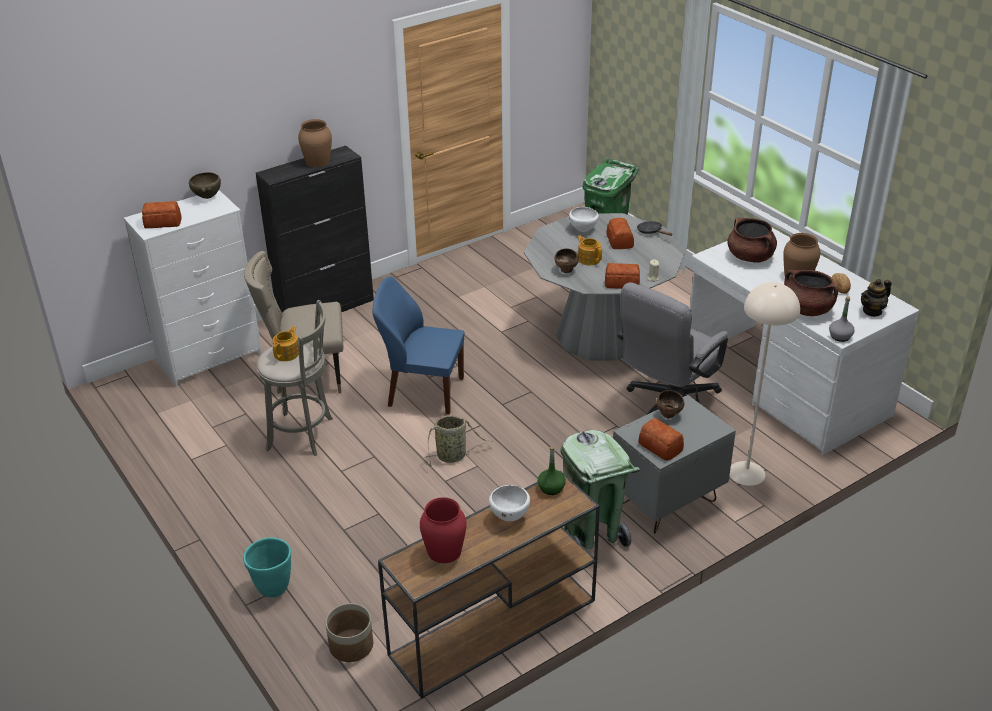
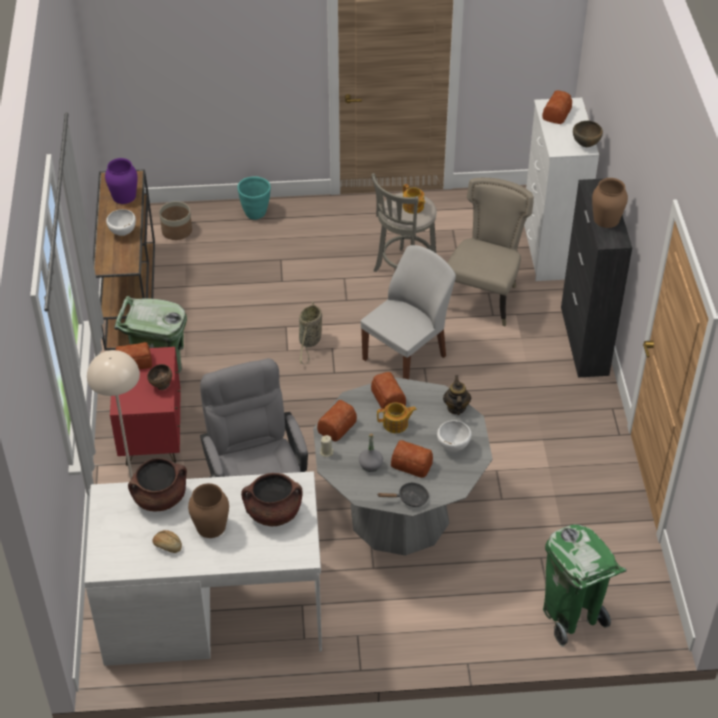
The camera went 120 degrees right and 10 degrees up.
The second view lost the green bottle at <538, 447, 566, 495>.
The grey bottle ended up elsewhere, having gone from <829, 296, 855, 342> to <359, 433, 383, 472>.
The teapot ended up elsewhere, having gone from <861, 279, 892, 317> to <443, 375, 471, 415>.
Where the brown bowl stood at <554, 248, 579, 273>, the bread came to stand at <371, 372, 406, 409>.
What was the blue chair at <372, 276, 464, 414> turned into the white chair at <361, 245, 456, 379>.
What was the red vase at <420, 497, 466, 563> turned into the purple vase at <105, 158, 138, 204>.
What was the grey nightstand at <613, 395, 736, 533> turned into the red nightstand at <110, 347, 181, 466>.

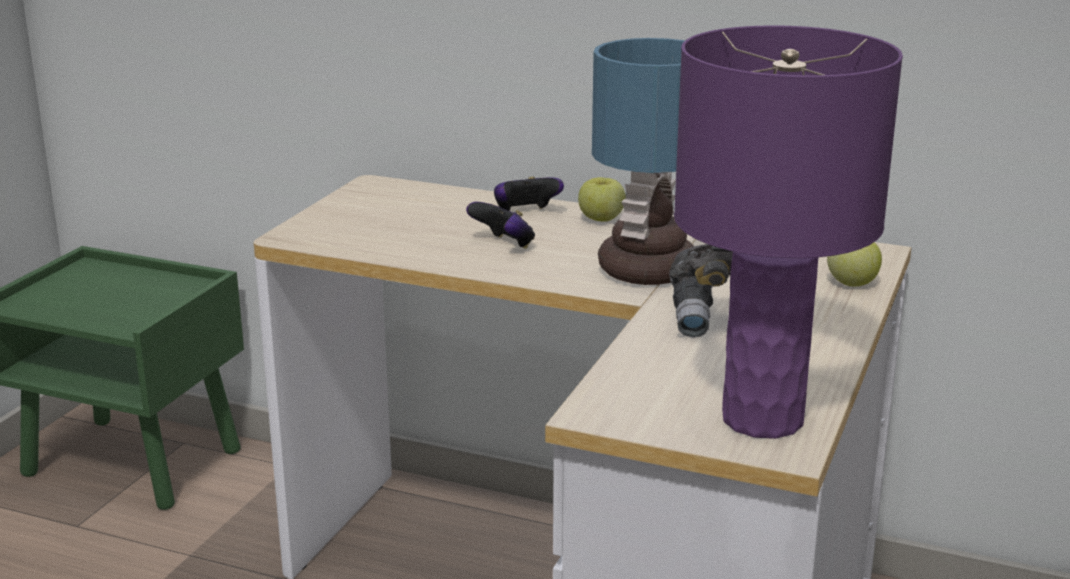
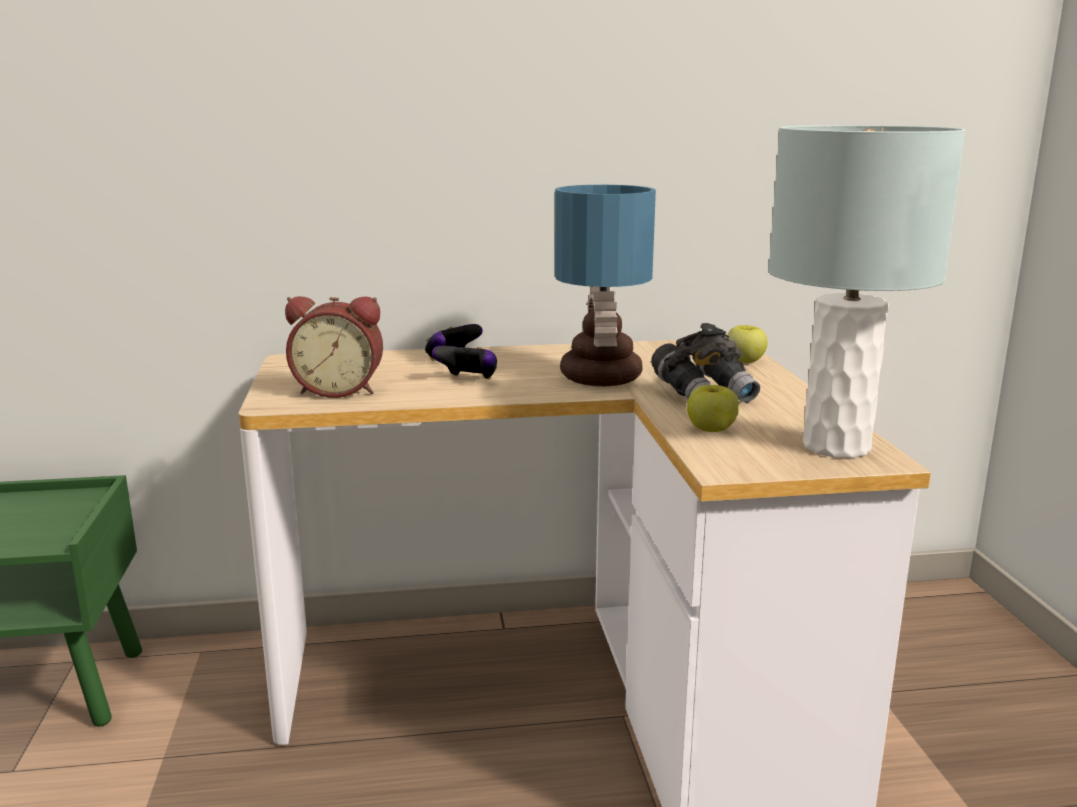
The camera went 30 degrees left and 5 degrees down.
The second view gained the alarm clock at <285, 296, 383, 398>.
The apple ended up elsewhere, having gone from <578, 177, 626, 222> to <687, 385, 739, 432>.
What was the purple table lamp at <674, 26, 903, 439> turned into the grey table lamp at <768, 125, 966, 458>.

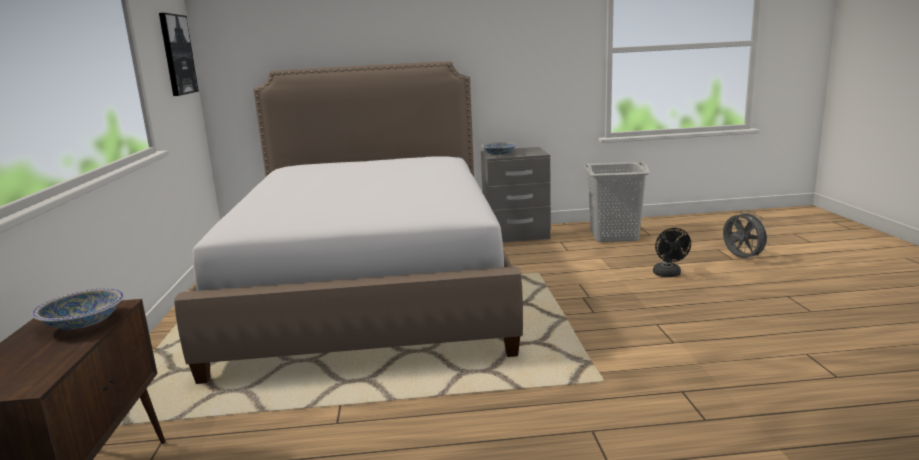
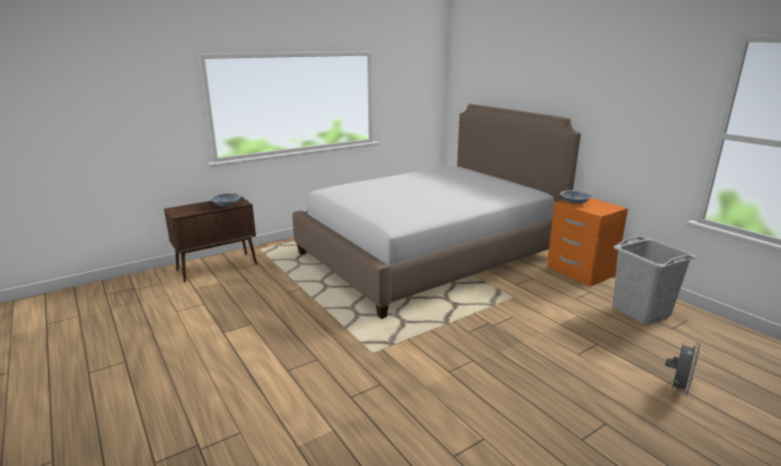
The camera went 60 degrees right and 5 degrees up.
The second view lost the picture at <159, 13, 199, 96>.
The second view lost the black fan at <653, 228, 691, 277>.
What was the grey nightstand at <481, 147, 551, 242> turned into the orange nightstand at <547, 198, 628, 287>.

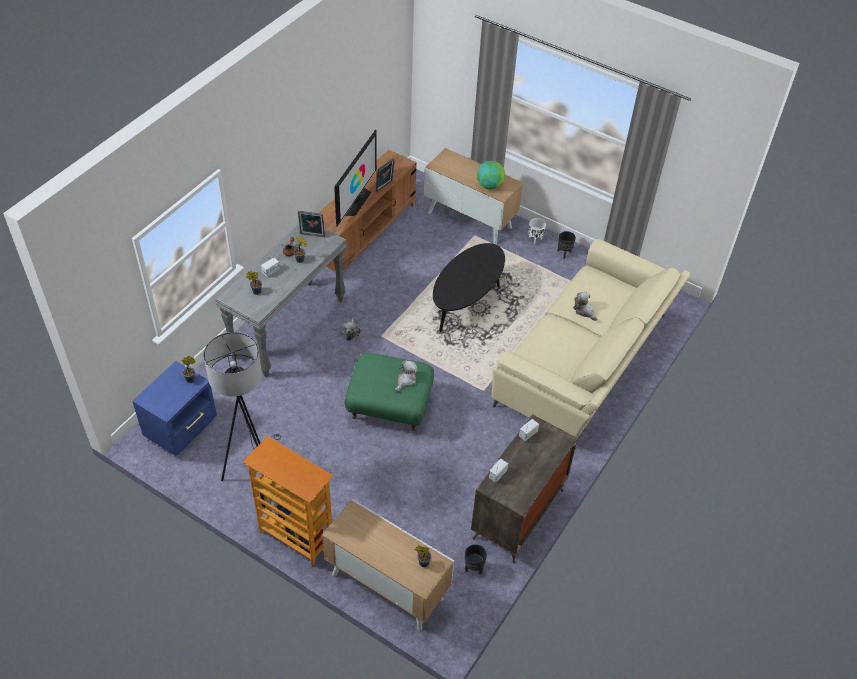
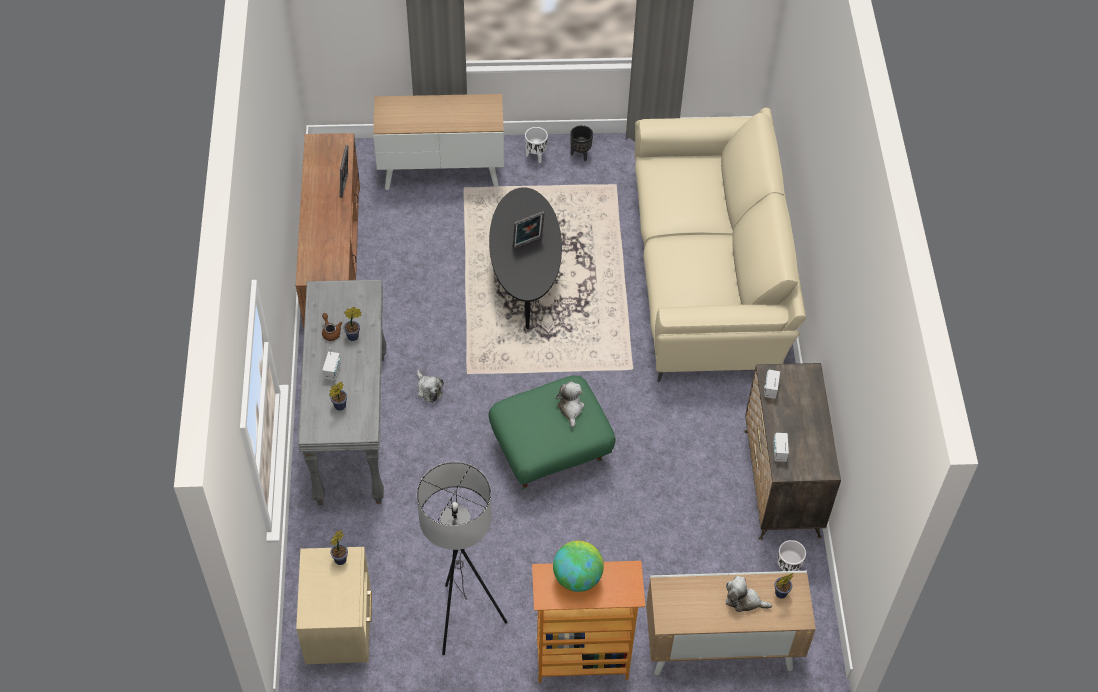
The camera went 35 degrees left and 5 degrees up.
The second view lost the television at <334, 130, 377, 226>.
The picture frame ended up elsewhere, having gone from <298, 211, 325, 237> to <512, 211, 545, 249>.
The globe ended up elsewhere, having gone from <477, 161, 505, 190> to <553, 541, 604, 592>.
The plush toy ended up elsewhere, having gone from <573, 291, 597, 321> to <726, 576, 772, 612>.
What was the blue nightstand at <132, 361, 217, 456> turned into the beige nightstand at <296, 547, 372, 664>.
What was the black planter at <465, 544, 487, 574> turned into the white planter at <777, 540, 806, 571>.

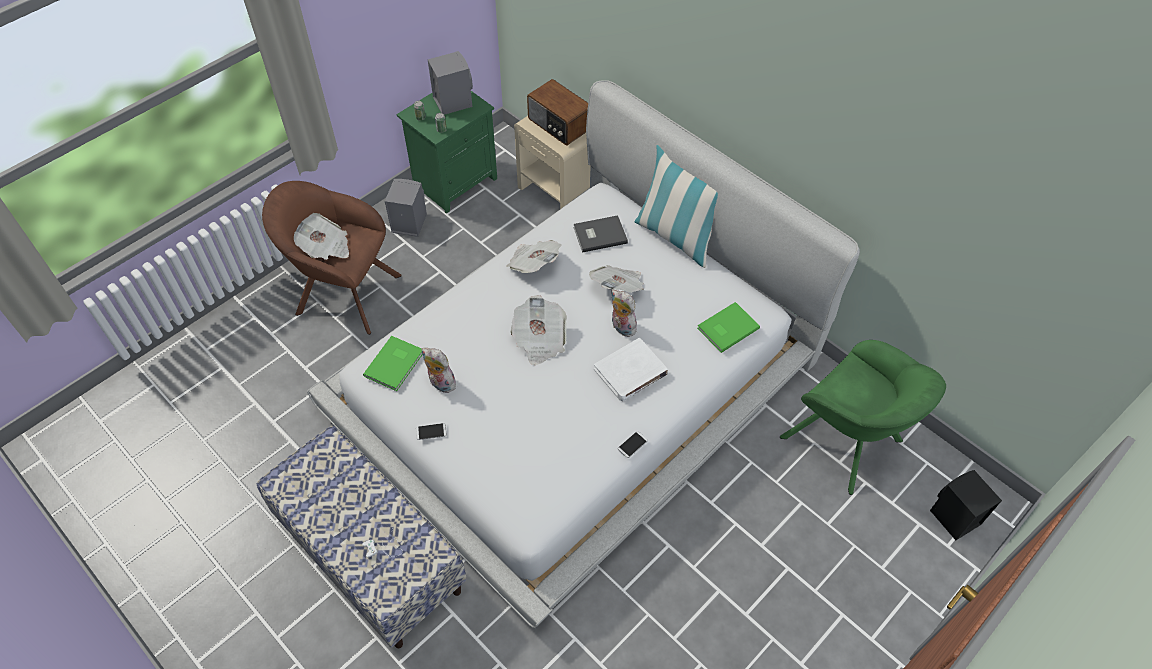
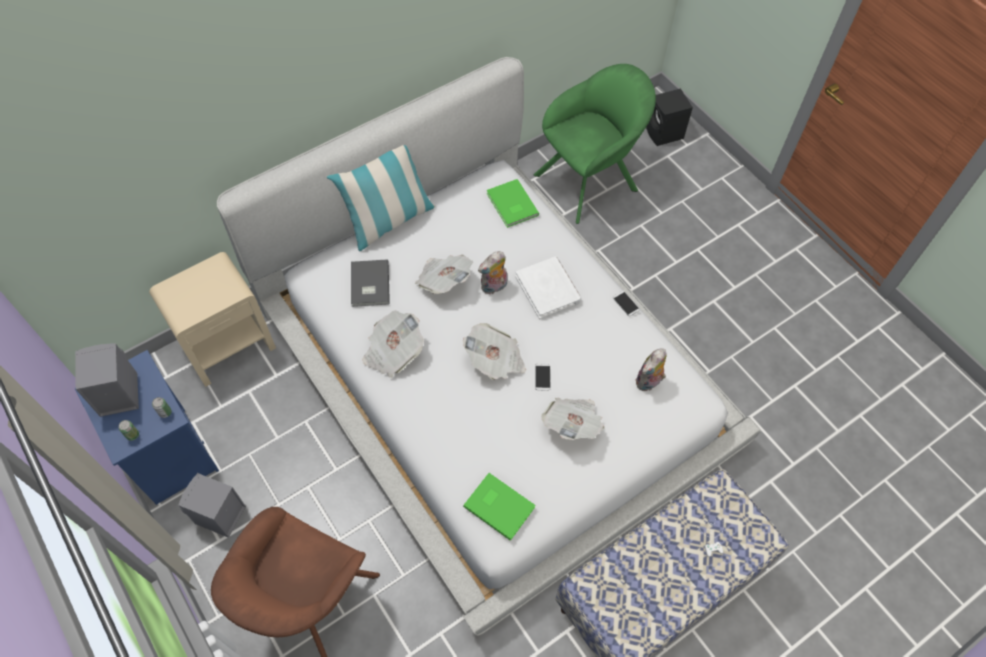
The camera went 80 degrees left and 5 degrees up.
The second view lost the radio at <527, 79, 588, 146>.
The newspaper ended up elsewhere, having gone from <294, 213, 349, 260> to <541, 398, 604, 440>.
The phone ended up elsewhere, having gone from <416, 423, 447, 440> to <535, 364, 551, 391>.
The plush toy ended up elsewhere, having gone from <422, 348, 456, 393> to <635, 349, 667, 391>.
What was the green nightstand at <396, 91, 497, 214> turned into the blue nightstand at <74, 350, 219, 505>.

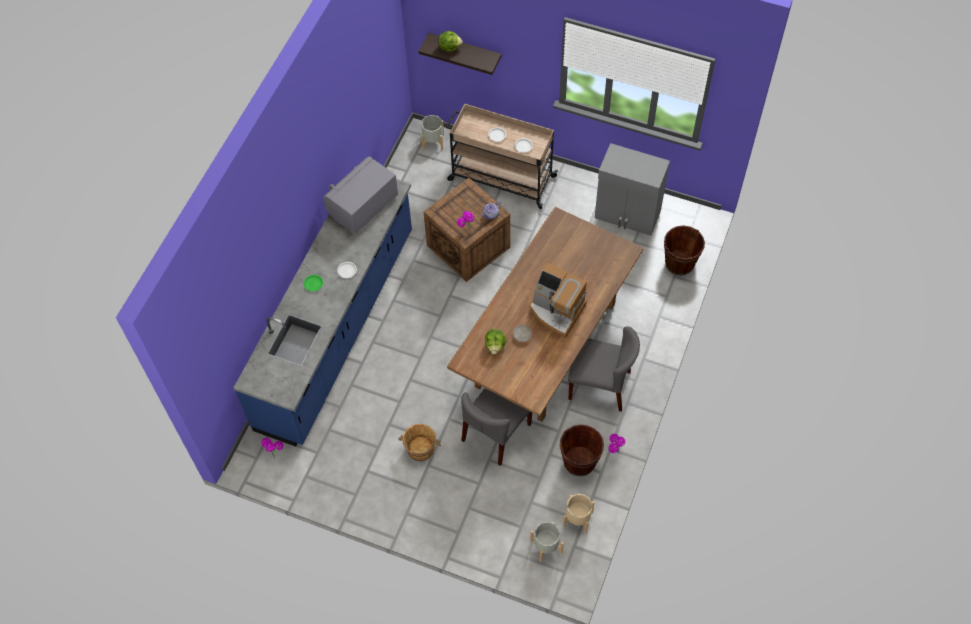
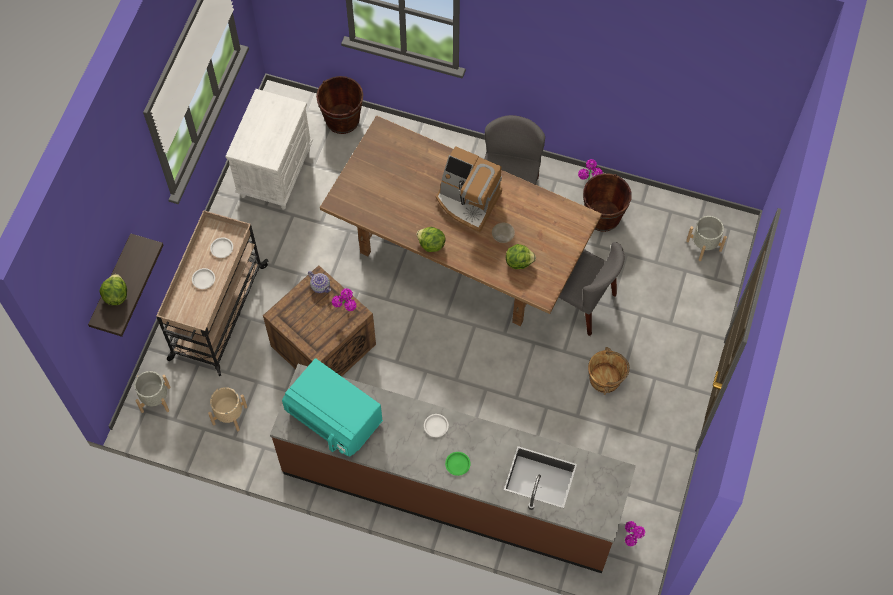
The camera went 95 degrees left and 5 degrees up.
The second view gained the lettuce at <416, 227, 446, 252>.
The beige planter ended up elsewhere, having gone from <563, 494, 594, 533> to <208, 387, 247, 431>.
Where the grey cabinet stood at <595, 143, 670, 236>, the white nightstand came to stand at <226, 89, 313, 210>.
What was the blue counter at <234, 166, 412, 447> turned into the brown counter at <270, 364, 636, 573>.
What was the grey microwave at <323, 156, 398, 234> turned into the turquoise microwave at <282, 358, 383, 457>.
The coffee machine at <529, 263, 587, 338> ended up facing another way, 90 degrees clockwise from before.

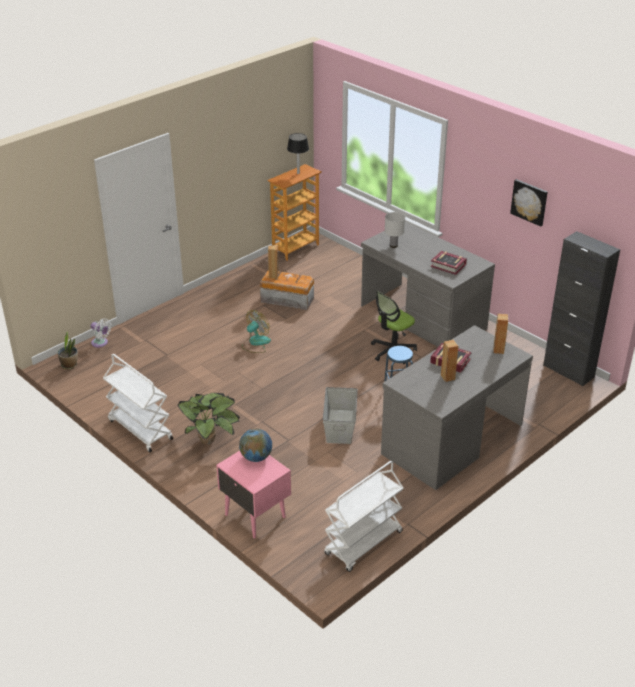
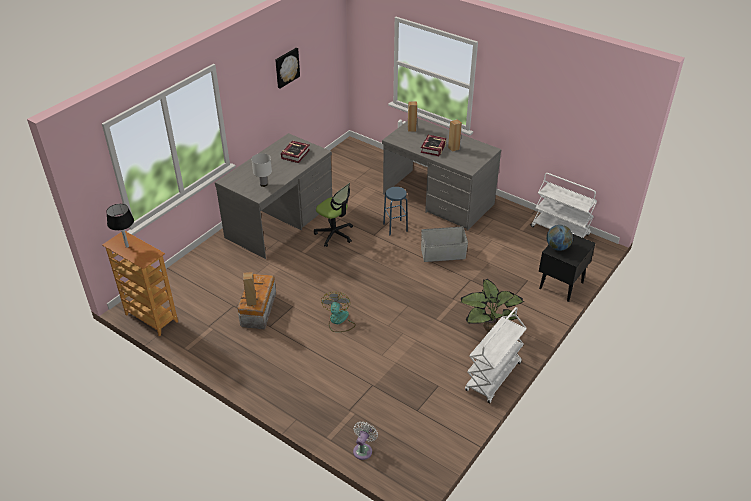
The camera went 100 degrees left and 5 degrees up.
The second view lost the potted plant at <58, 332, 78, 369>.
The second view lost the black cabinet at <543, 231, 620, 386>.
What was the pink nightstand at <216, 451, 291, 538> turned into the black nightstand at <539, 234, 595, 302>.
The fan at <242, 310, 271, 353> ended up facing another way, 60 degrees clockwise from before.

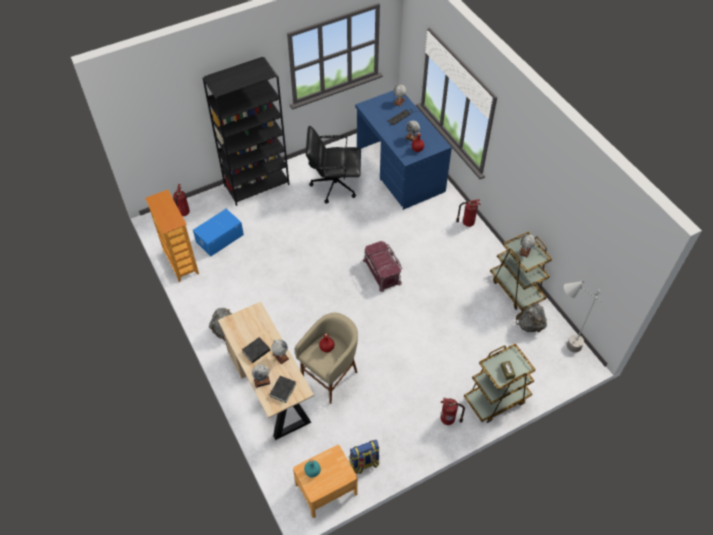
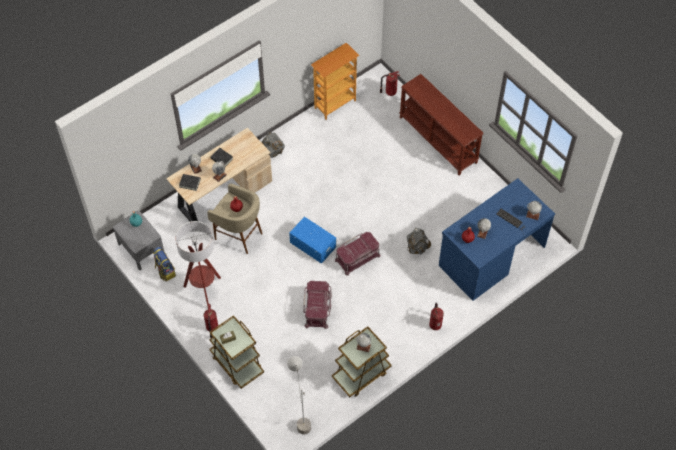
The camera went 80 degrees right and 5 degrees up.
The second view lost the black office chair at <306, 125, 361, 204>.
The second view gained the floor lamp at <175, 221, 221, 306>.
The second view gained the red storage box at <303, 281, 332, 329>.
The blue storage box ended up elsewhere, having gone from <193, 208, 244, 257> to <289, 217, 336, 264>.
The grey backpack ended up elsewhere, having gone from <516, 302, 547, 332> to <407, 228, 431, 254>.
Where the black bookcase stood at <203, 57, 290, 206>, the brown console table came to stand at <399, 74, 483, 175>.
What was the brown nightstand at <293, 445, 357, 518> turned into the grey nightstand at <113, 210, 164, 270>.

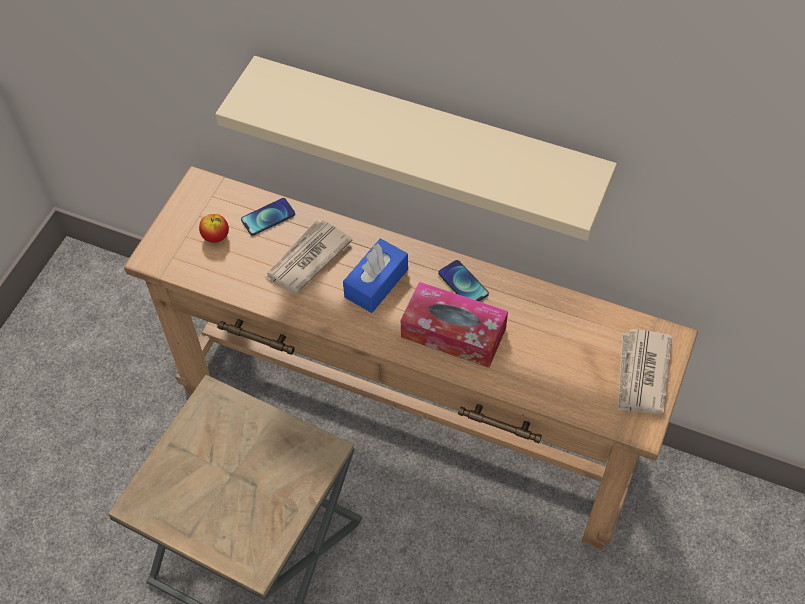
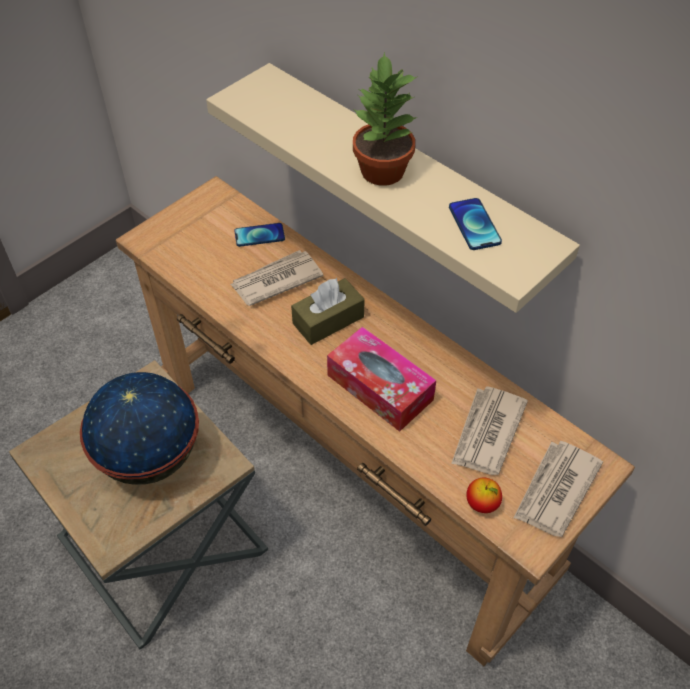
The camera went 20 degrees right and 5 degrees down.
The second view gained the globe at <80, 372, 199, 485>.
The second view gained the potted plant at <353, 52, 418, 186>.
The second view gained the newspaper at <451, 386, 528, 475>.
The apple ended up elsewhere, having gone from <199, 214, 229, 243> to <466, 478, 502, 513>.
The phone ended up elsewhere, having gone from <438, 260, 489, 301> to <449, 198, 502, 250>.
What was the blue tissue box at <343, 239, 408, 313> turned into the brown tissue box at <291, 278, 365, 345>.

